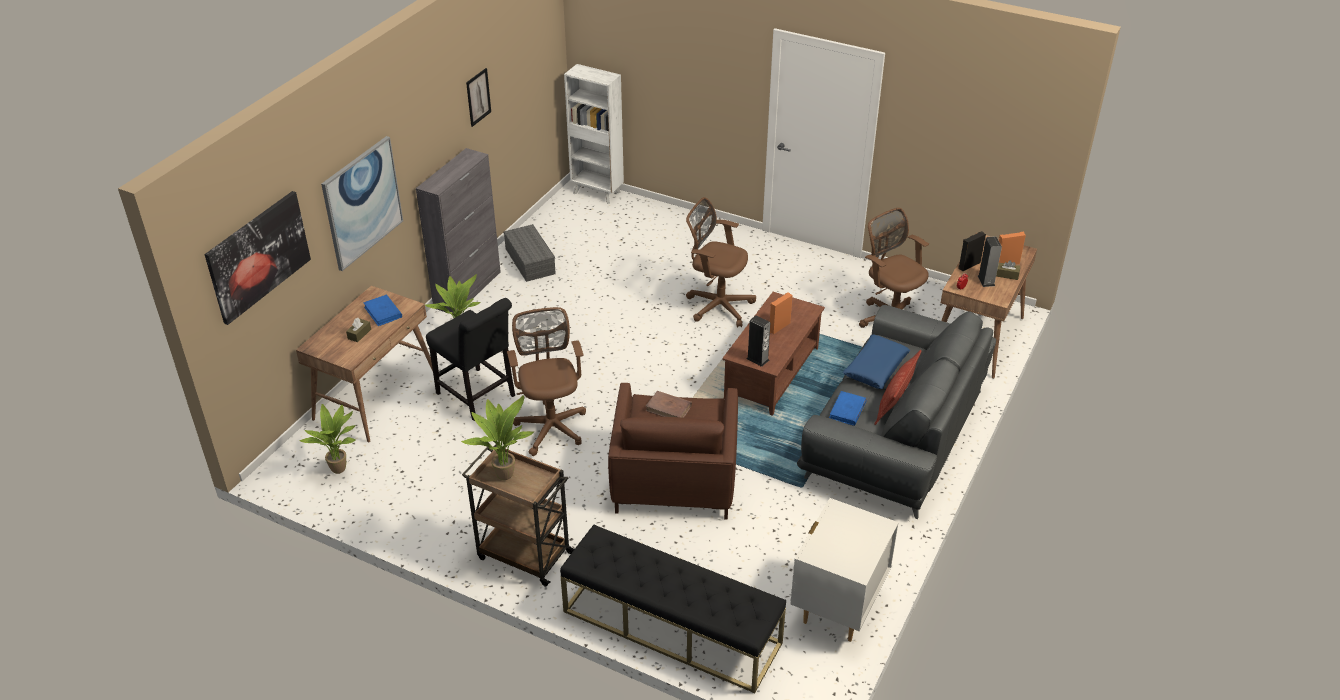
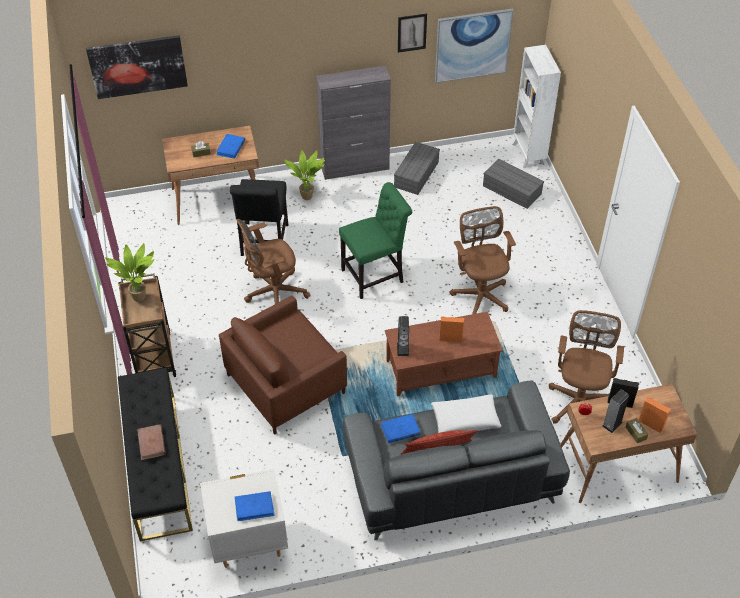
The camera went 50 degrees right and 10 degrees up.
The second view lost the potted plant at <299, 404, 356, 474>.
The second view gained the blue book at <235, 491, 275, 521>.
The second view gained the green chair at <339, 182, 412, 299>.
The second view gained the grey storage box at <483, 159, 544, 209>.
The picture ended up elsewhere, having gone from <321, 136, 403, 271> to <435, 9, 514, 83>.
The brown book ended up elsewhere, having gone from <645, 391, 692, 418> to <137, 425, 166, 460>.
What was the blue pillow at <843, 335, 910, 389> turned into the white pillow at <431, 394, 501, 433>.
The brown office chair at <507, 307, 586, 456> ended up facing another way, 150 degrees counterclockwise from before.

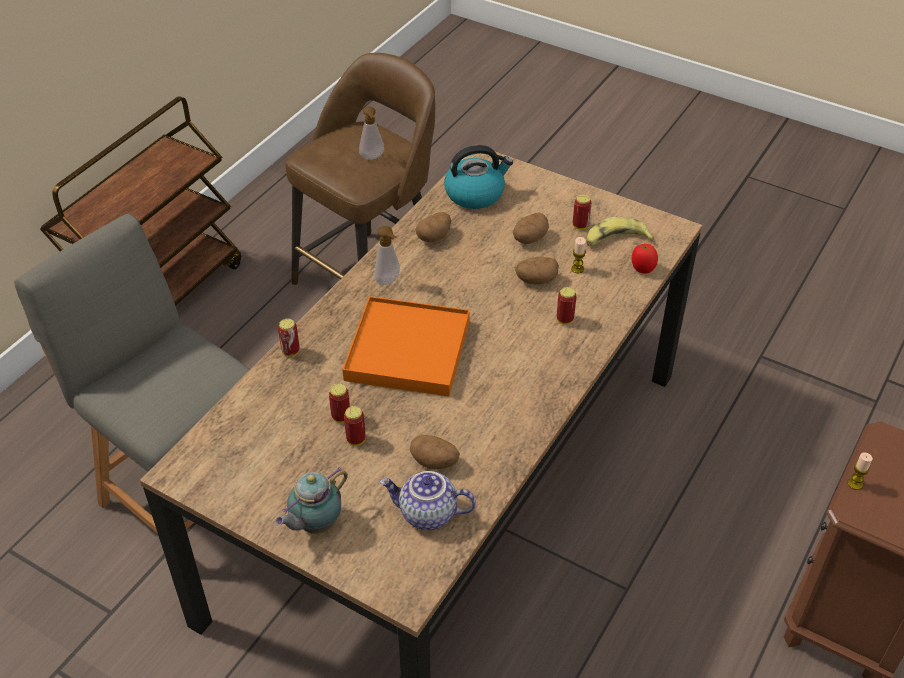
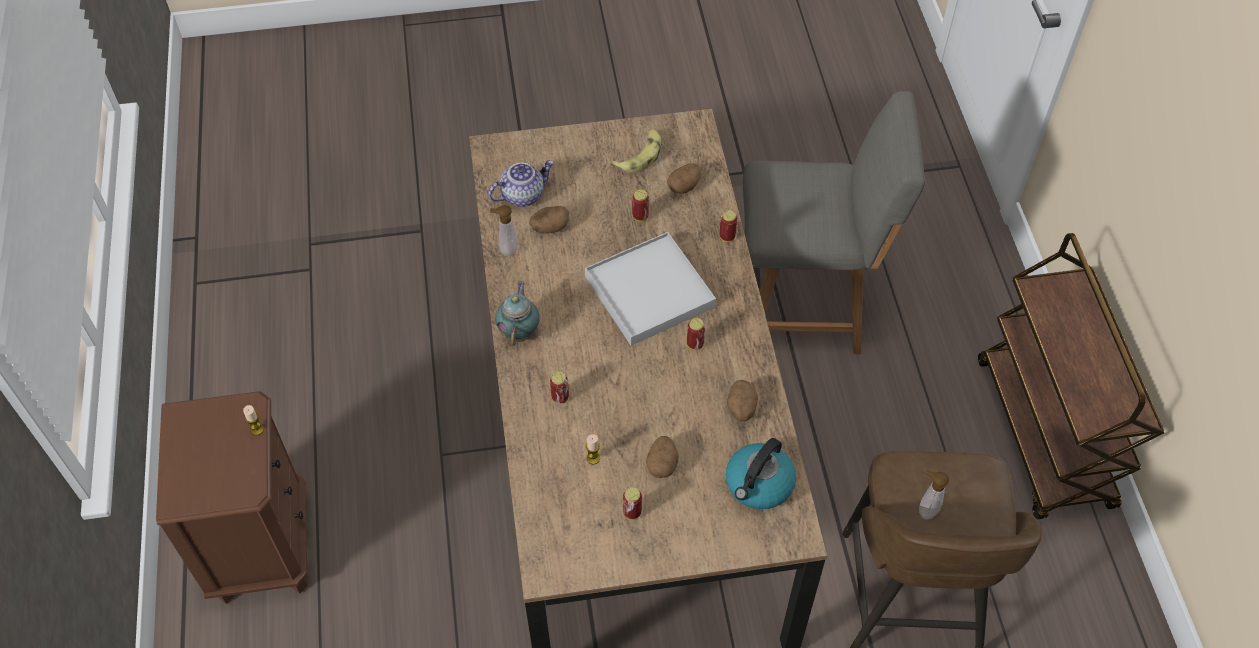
The camera went 140 degrees right and 10 degrees up.
The second view lost the tomato at <632, 244, 658, 274>.
The teapot ended up elsewhere, having gone from <275, 467, 348, 534> to <495, 281, 540, 346>.
The can ended up elsewhere, having gone from <344, 406, 366, 446> to <687, 318, 705, 350>.
The soap dispenser ended up elsewhere, having gone from <374, 226, 400, 285> to <490, 205, 518, 256>.
The potato ended up elsewhere, having gone from <515, 257, 559, 284> to <667, 163, 701, 194>.
The banana ended up elsewhere, having gone from <586, 217, 654, 246> to <610, 129, 661, 173>.
What was the orange tray at <342, 296, 470, 397> turned into the white tray at <585, 232, 716, 346>.

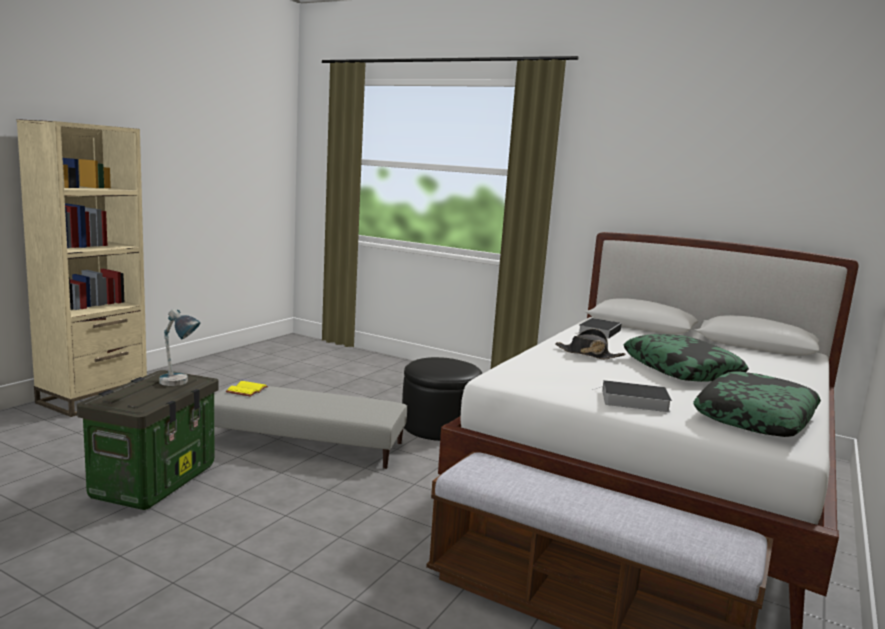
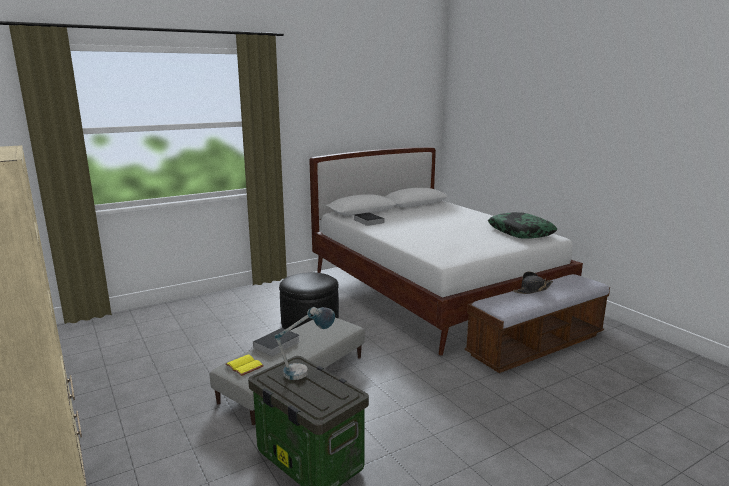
The camera went 60 degrees left and 5 degrees up.
The second view lost the pillow at <624, 334, 749, 382>.
The black hat ended up elsewhere, having gone from <555, 329, 625, 360> to <513, 271, 553, 294>.
The book ended up elsewhere, having gone from <592, 380, 672, 412> to <253, 328, 300, 356>.

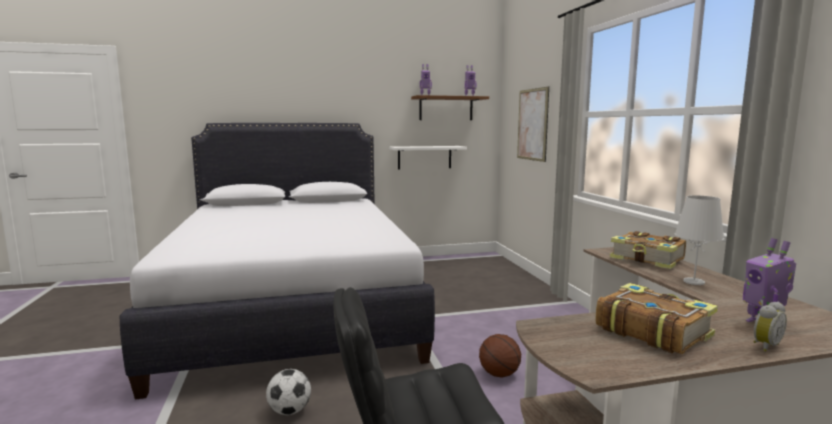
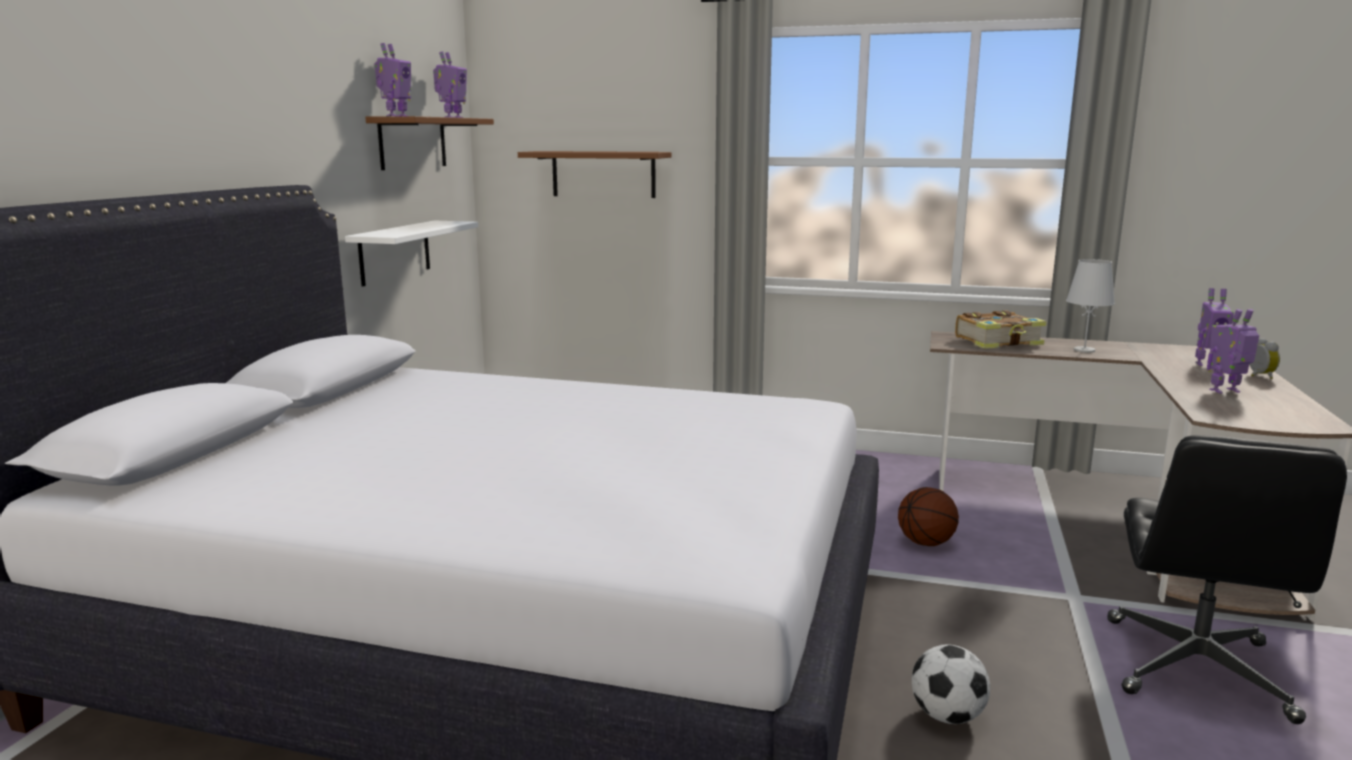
The camera went 60 degrees left and 5 degrees up.
Where the picture hung at <517, 86, 549, 162>, the brown shelf came to hang at <518, 151, 671, 198>.
Where the book stood at <596, 283, 718, 354>, the toy robot came to stand at <1207, 309, 1259, 394>.

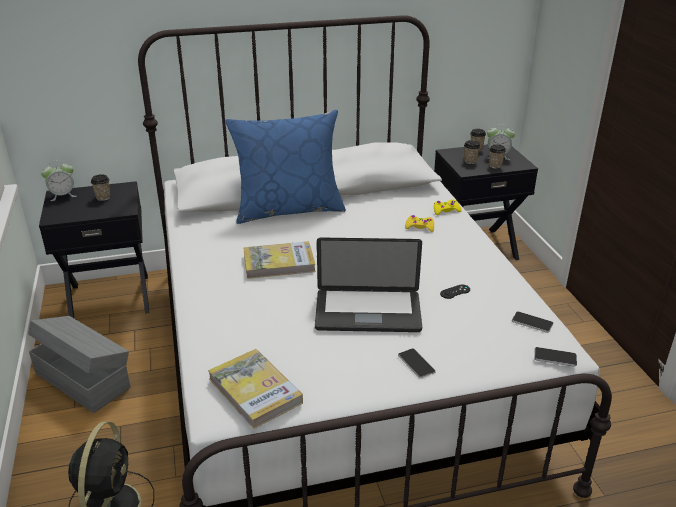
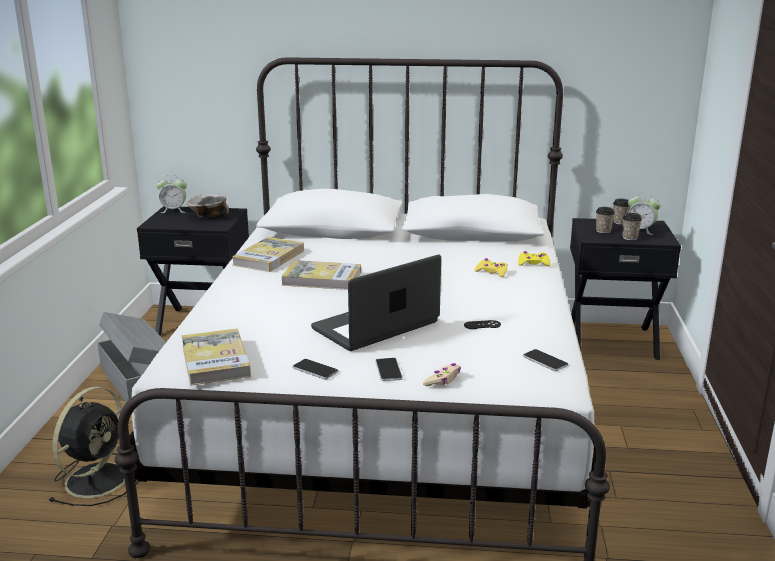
The camera went 20 degrees right and 10 degrees down.
The second view lost the blue pillow at <225, 110, 346, 224>.
The second view gained the book at <232, 237, 304, 272>.
The second view gained the beige game controller at <423, 363, 461, 386>.
The phone ended up elsewhere, having gone from <534, 347, 577, 367> to <292, 359, 339, 380>.
Where the cup stood at <91, 174, 110, 201>, the bowl came to stand at <186, 194, 229, 218>.
The laptop at <315, 238, 422, 332> ended up facing another way, 120 degrees clockwise from before.

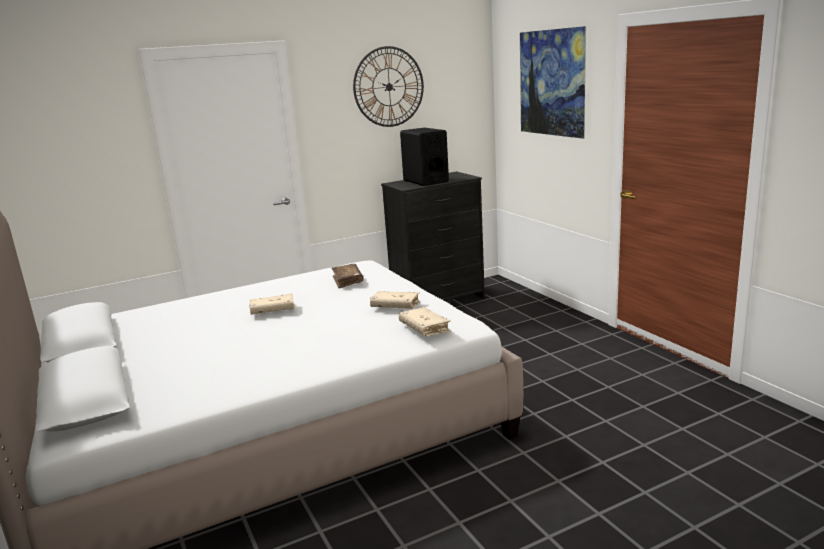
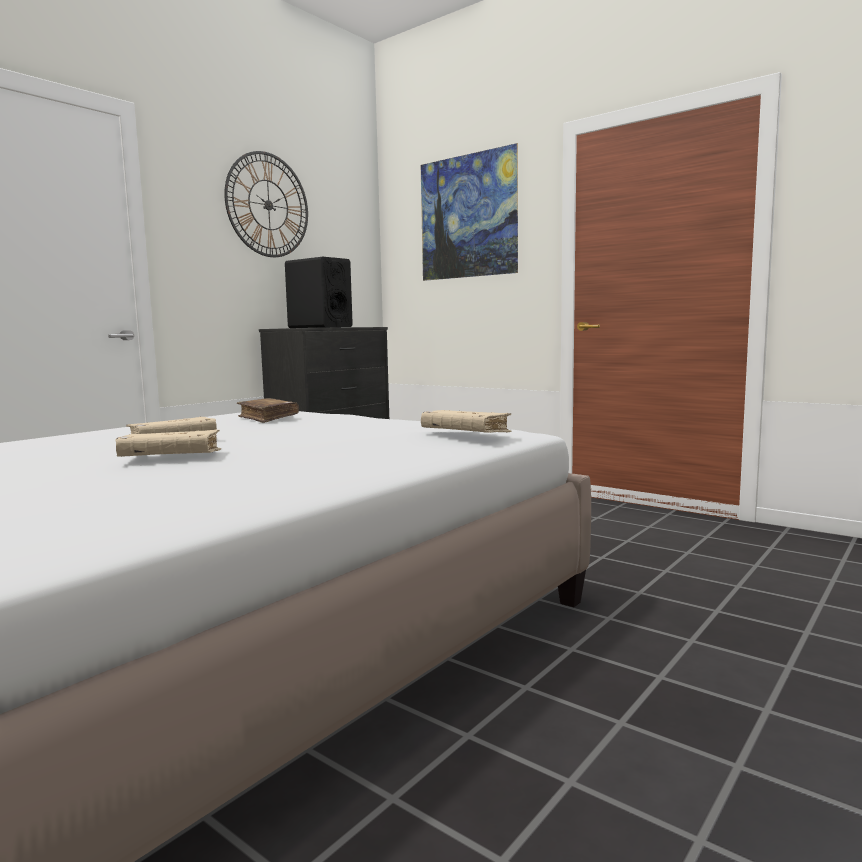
The camera went 25 degrees left and 10 degrees down.
The beige book ended up elsewhere, having gone from <370, 291, 421, 309> to <115, 429, 221, 457>.

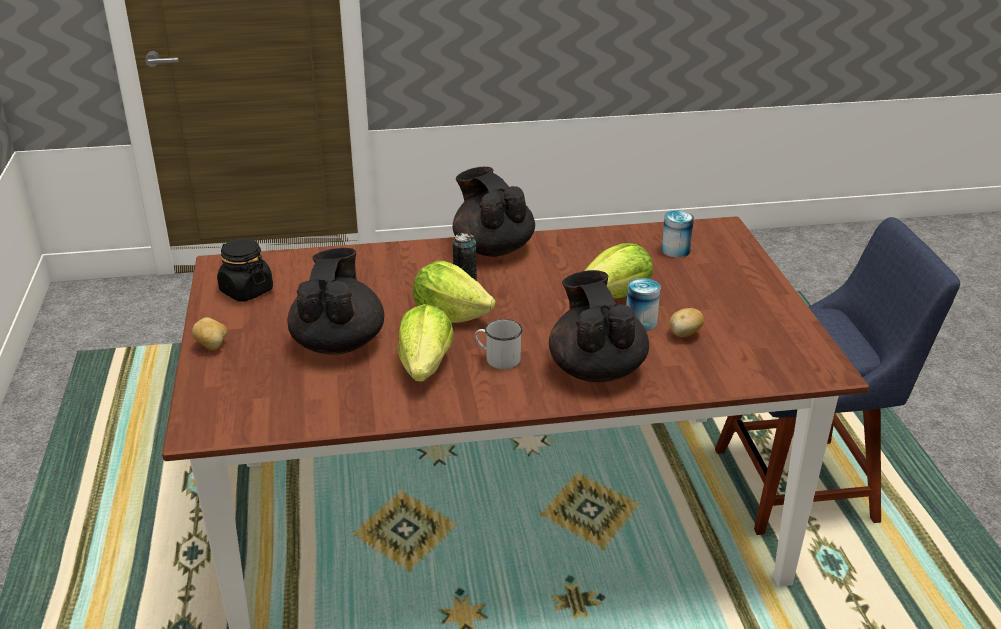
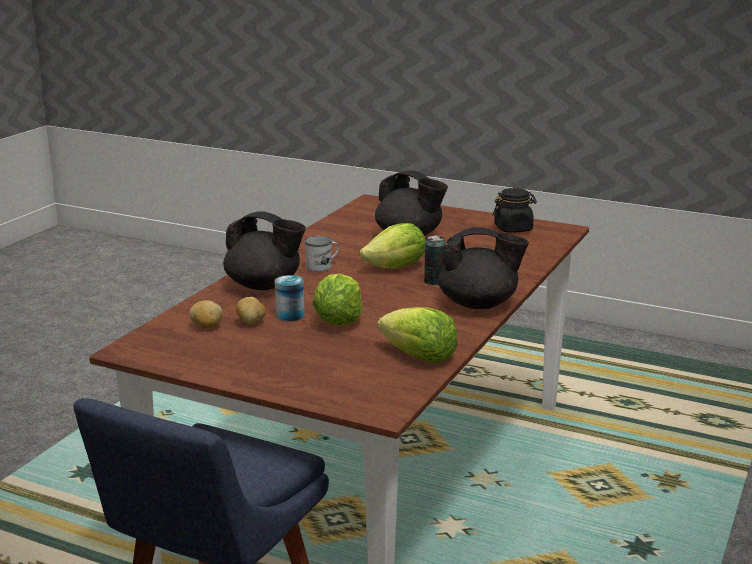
The camera went 125 degrees right and 10 degrees down.
The second view lost the can at <662, 210, 694, 258>.
The potato ended up elsewhere, having gone from <192, 317, 228, 350> to <189, 300, 223, 328>.
The lettuce ended up elsewhere, having gone from <398, 304, 454, 382> to <377, 307, 458, 363>.

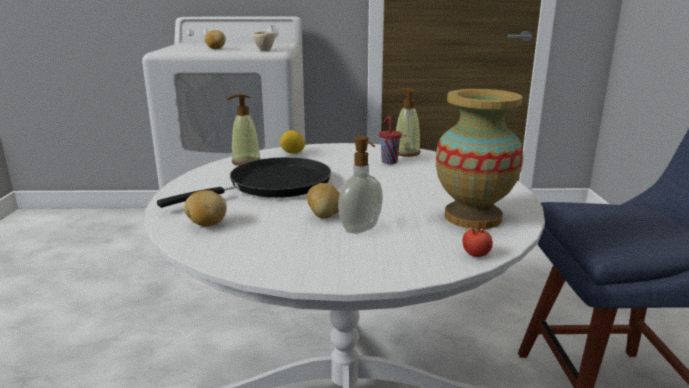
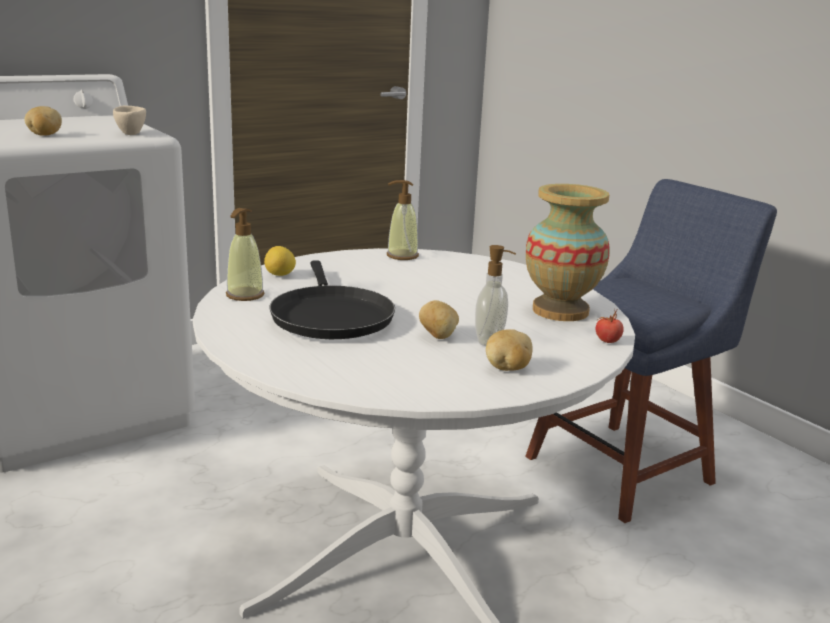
The camera went 35 degrees left and 0 degrees up.
The second view lost the red cup at <379, 116, 402, 164>.
The potato ended up elsewhere, having gone from <184, 190, 227, 226> to <486, 329, 533, 371>.
The black frying pan at <157, 157, 331, 208> ended up facing another way, 150 degrees clockwise from before.

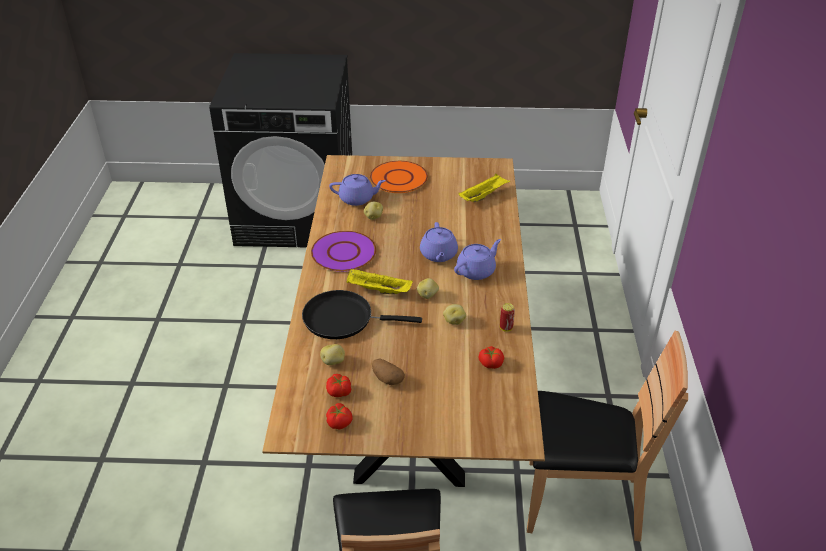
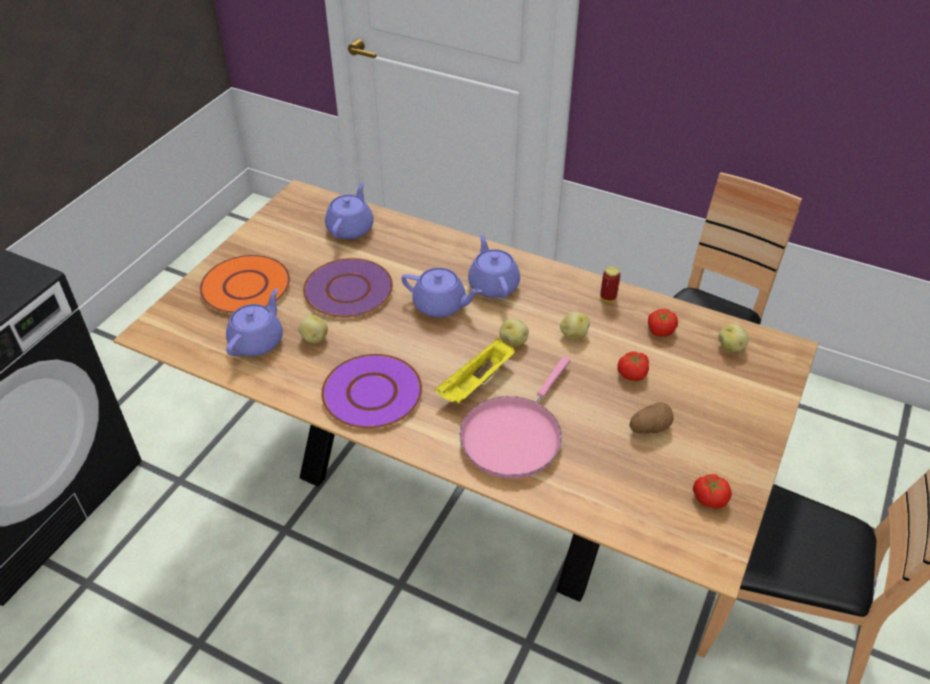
The camera went 65 degrees left and 5 degrees up.
The second view gained the purple plate at <303, 258, 393, 318>.
The potato ended up elsewhere, having gone from <320, 344, 345, 365> to <718, 324, 749, 352>.
The tomato ended up elsewhere, having gone from <326, 374, 351, 397> to <617, 351, 649, 381>.
Where the yellow tray stood at <458, 173, 510, 202>, the purple teapot came to stand at <325, 182, 374, 239>.
What was the black frying pan at <302, 290, 422, 339> turned into the pink frying pan at <460, 356, 570, 479>.

